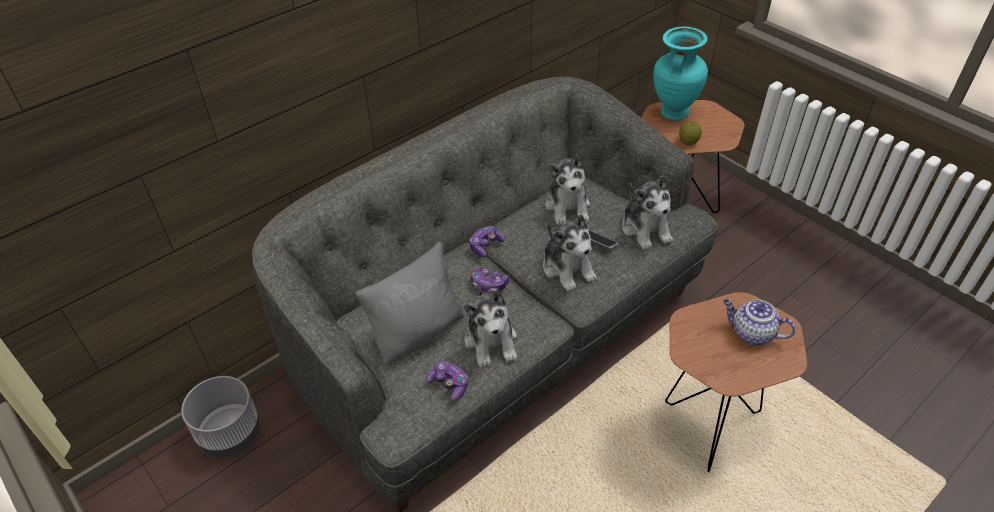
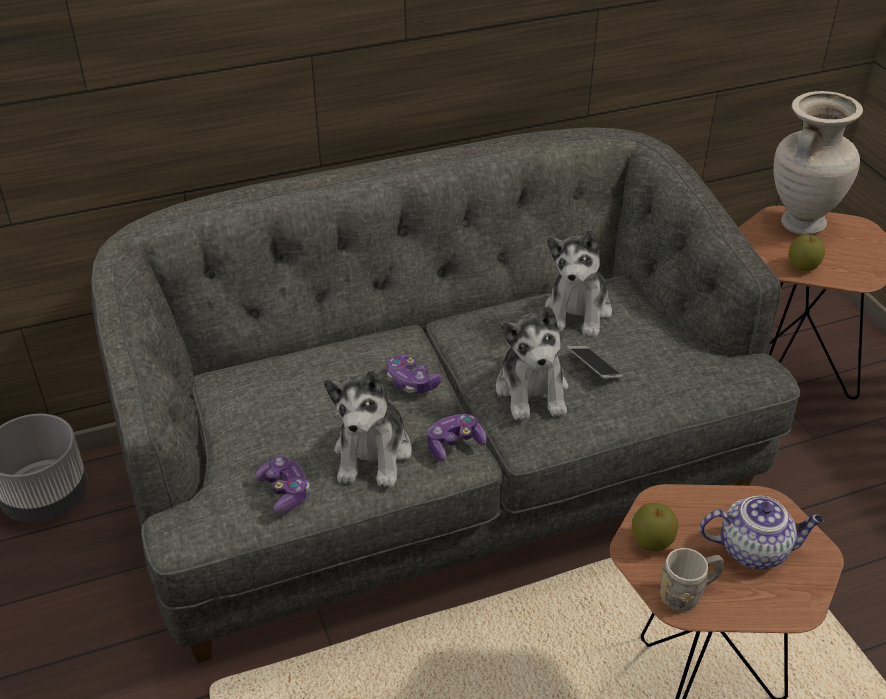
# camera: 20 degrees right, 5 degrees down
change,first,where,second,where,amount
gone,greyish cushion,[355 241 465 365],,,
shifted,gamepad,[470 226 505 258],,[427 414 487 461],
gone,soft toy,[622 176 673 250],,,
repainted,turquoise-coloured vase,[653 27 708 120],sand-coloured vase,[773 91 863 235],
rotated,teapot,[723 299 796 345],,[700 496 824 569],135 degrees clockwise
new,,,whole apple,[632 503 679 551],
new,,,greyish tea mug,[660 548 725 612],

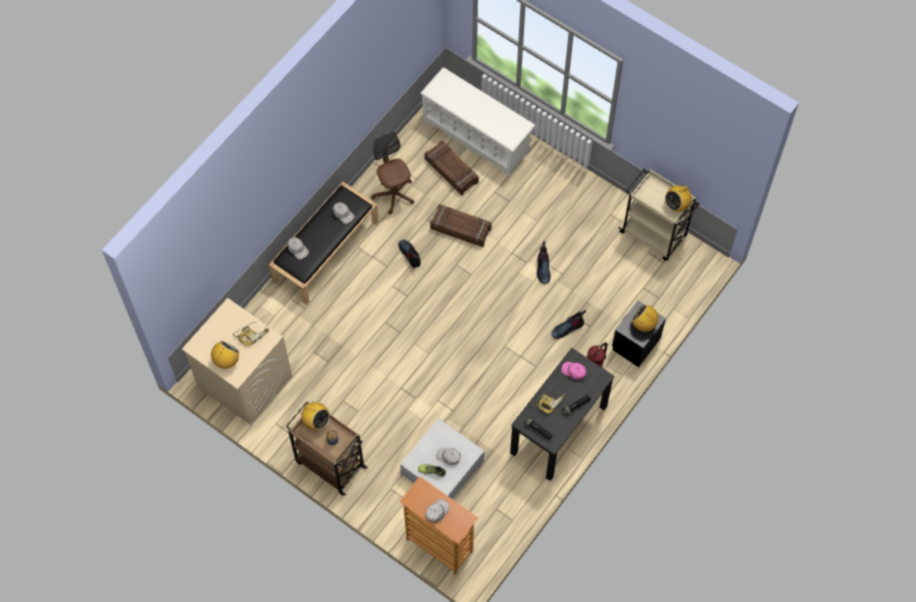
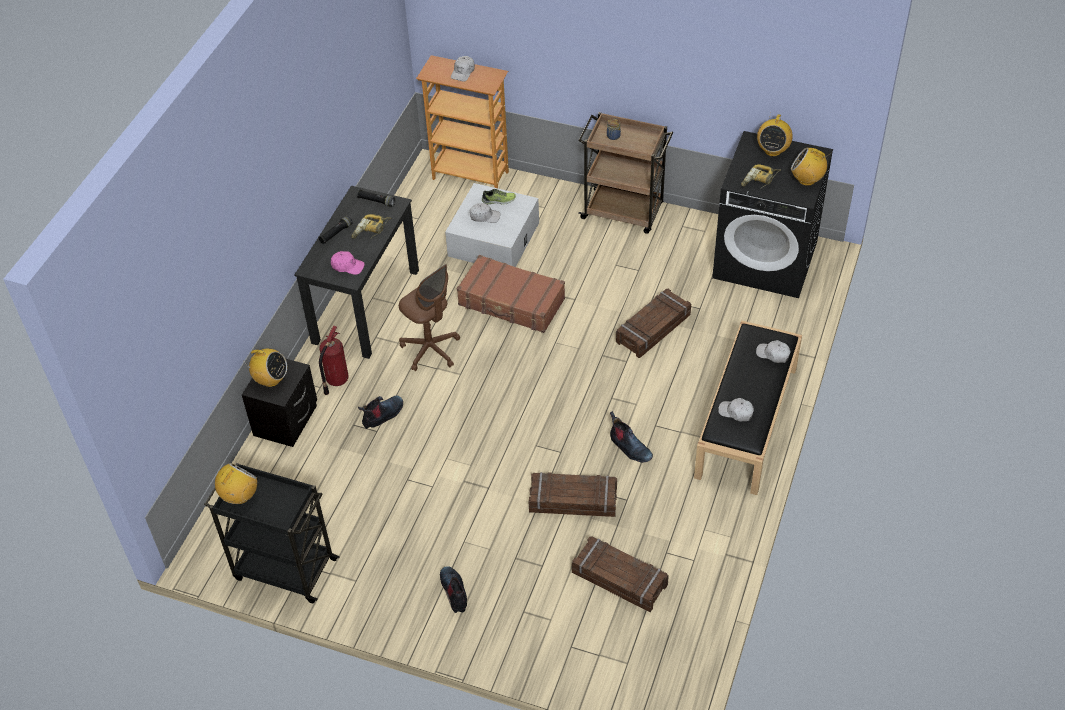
# camera: 165 degrees right, 15 degrees down
change,first,where,second,where,amount
repainted,sand-coloured washing machine,[182 298 292 425],blackish washing machine,[712 131 833 298],
shifted,radio set,[298 402 330 430],,[791 148 832 186],
shifted,brown-coloured computer chair,[371 131 414 215],,[399 264 460 371],
gone,white-coloured shoe stand,[420 67 535 176],,,
shifted,boot,[537 241 550 284],,[440 566 467 613],
repainted,sand-coloured cart,[619 169 699 261],blackish cart,[204 463 340 603],
new,,,brown-coloured travel case,[457 255 565 333],
new,,,packing crate,[616 289 691 358],

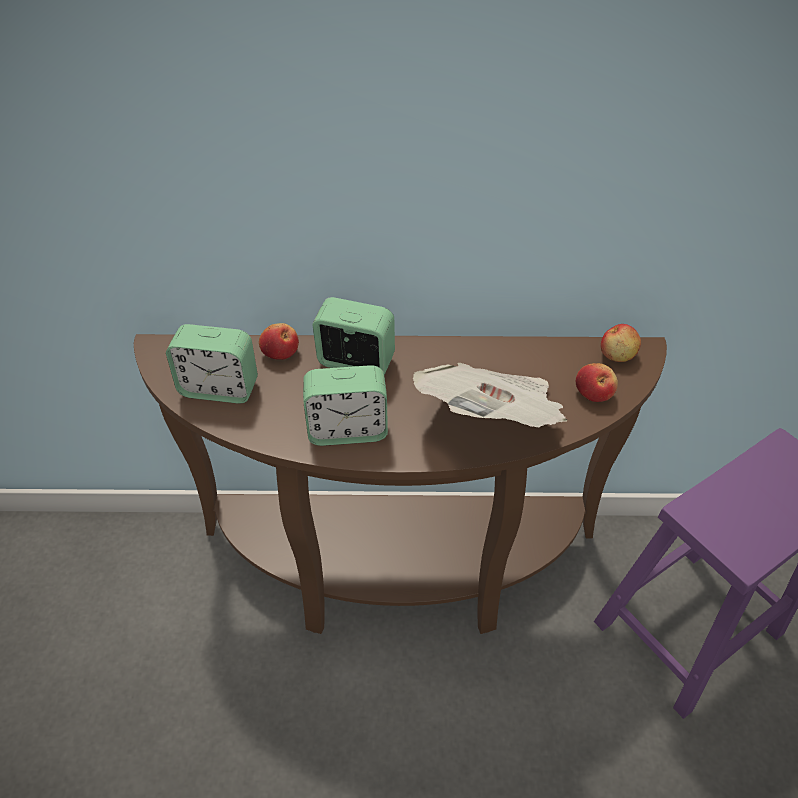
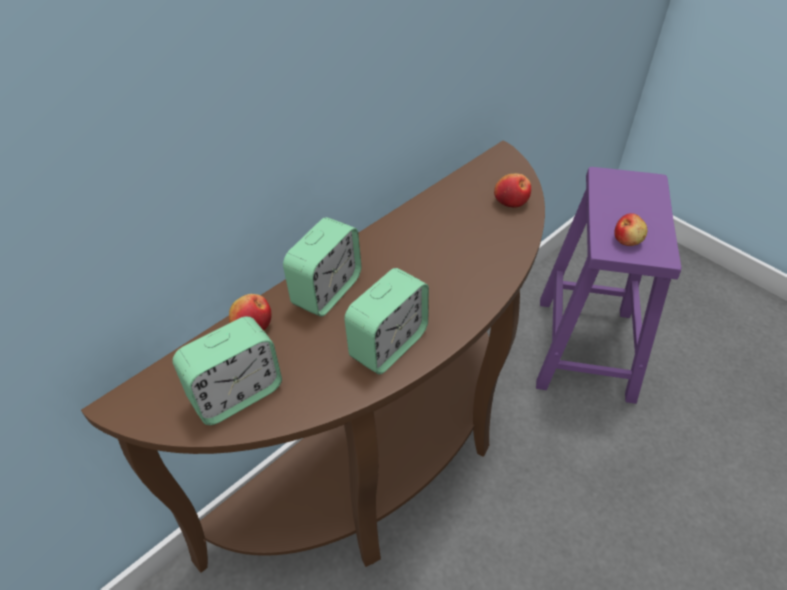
# camera: 45 degrees left, 0 degrees up
change,first,where,second,where,amount
rotated,table clock,[313 297 395 375],,[283 217 361 317],150 degrees clockwise
gone,newspaper,[413 363 567 427],,,
shifted,whole apple,[601 324 641 362],,[614 213 647 246],

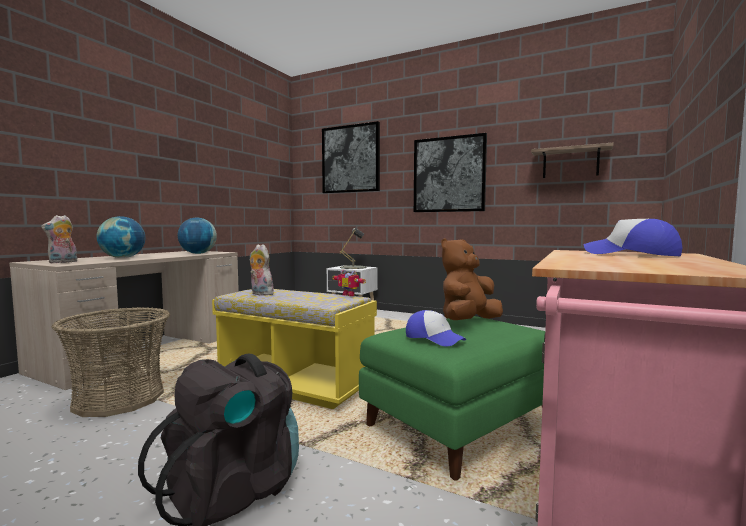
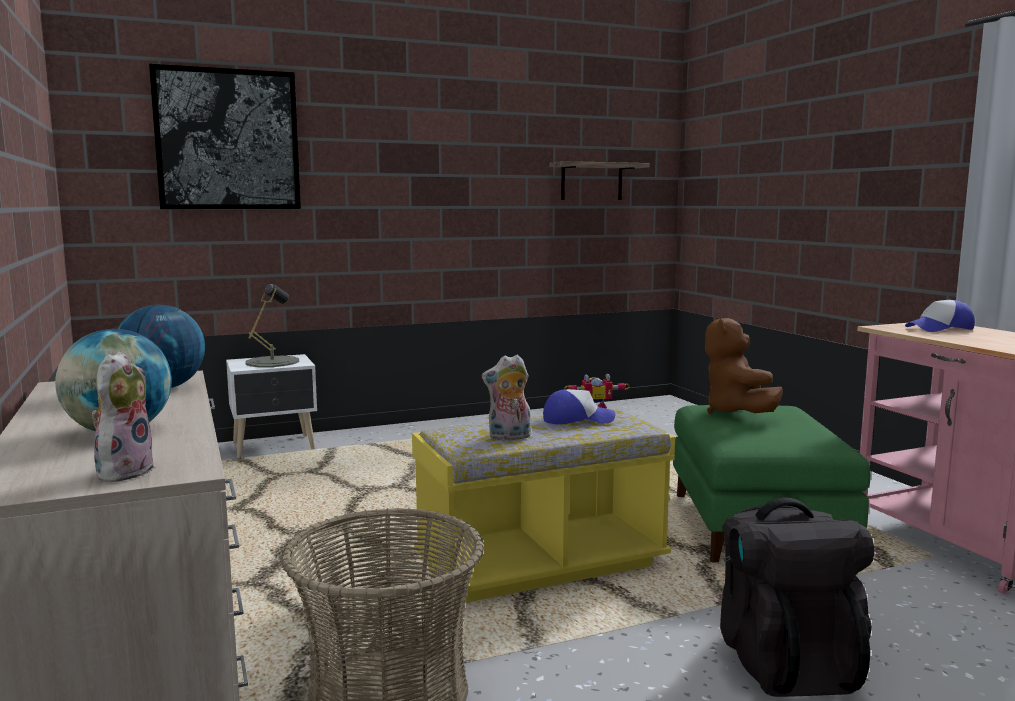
# camera: 50 degrees left, 5 degrees up
change,first,where,second,where,amount
rotated,soft toy,[41 215 77 263],,[91 352 155 482],150 degrees counterclockwise
shifted,baseball cap,[406 310 466 347],,[543 389 615 425],
gone,wall picture,[414 133 487 212],,,

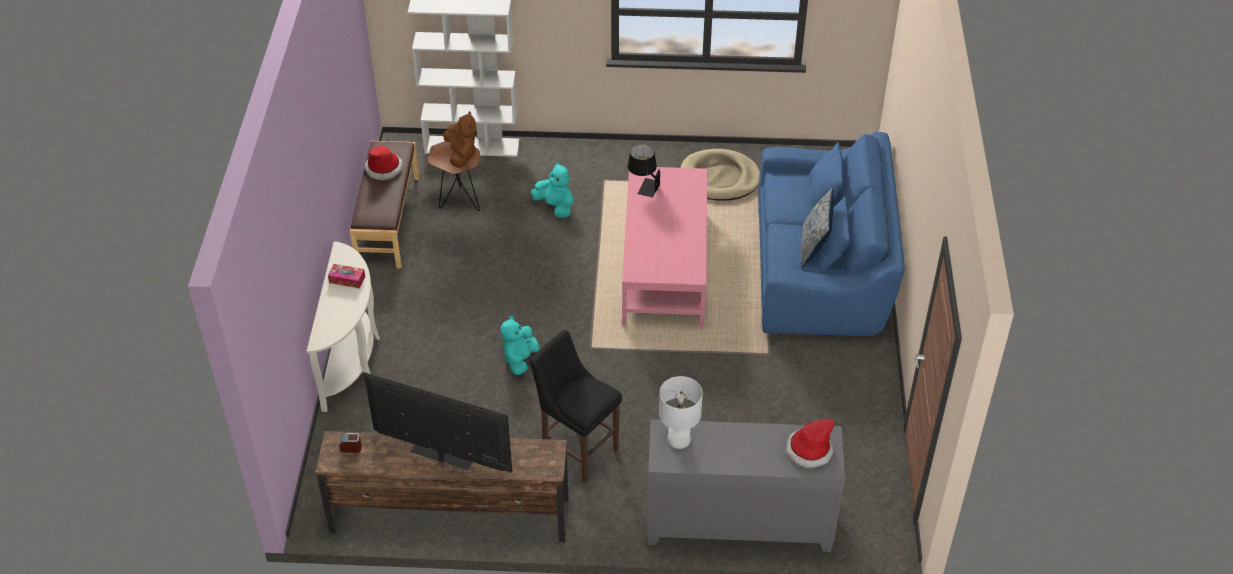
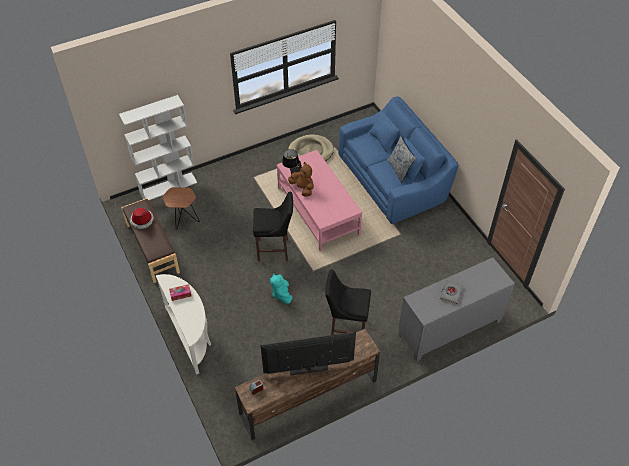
# camera: 30 degrees left, 5 degrees up
change,first,where,second,where,amount
shifted,brown-coloured soft toy,[443 111 476 168],,[288 162 314 196],
gone,turquoise-coloured soft toy,[531 162 573 218],,,
gone,white-coloured lamp for a table,[659 376 703 449],,,
gone,wearable hat,[786 418 834 468],,,
new,,,blackish stool,[253 192 293 261],
new,,,greyish book,[440 280 464 305],

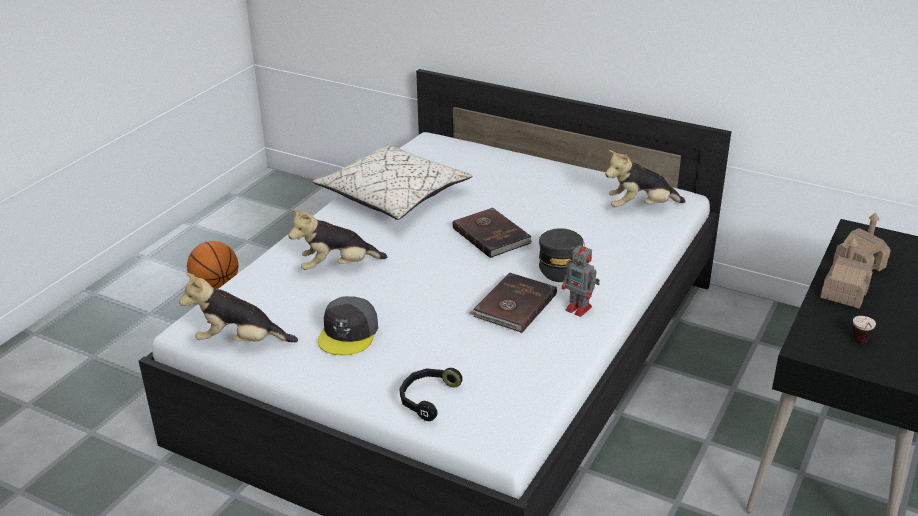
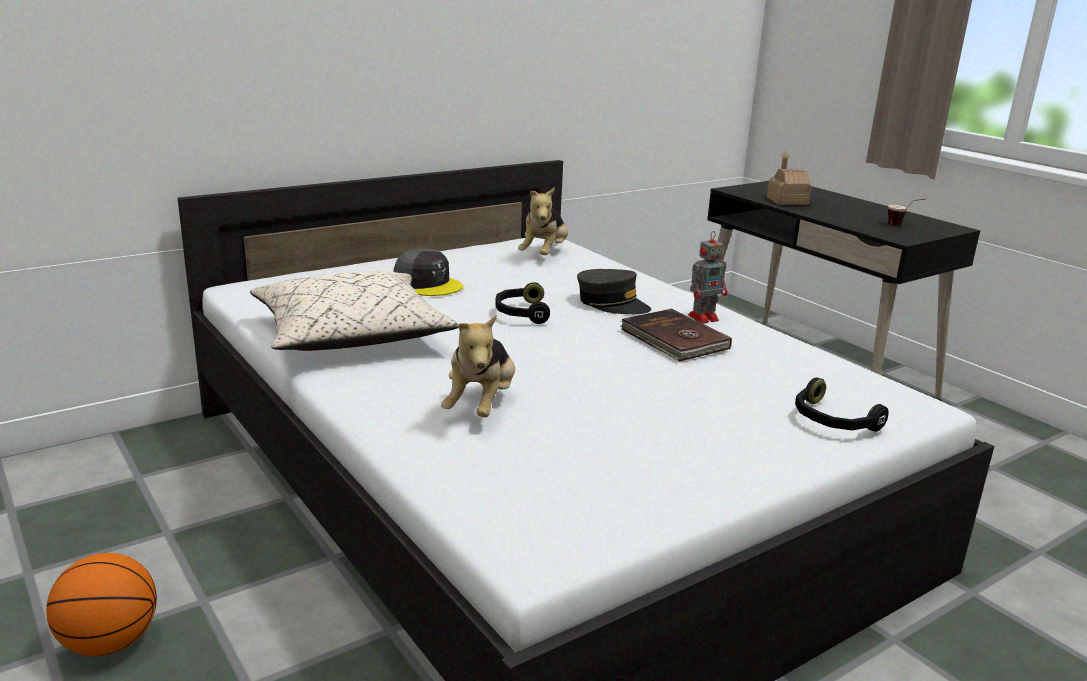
# camera: 65 degrees left, 10 degrees down
change,first,where,second,where,amount
gone,soft toy,[179 273 298 342],,,
shifted,greyish baseball cap,[318 296 378 355],,[393 248 463 296],
swapped,brown-coloured book,[452 207 532 258],blackish headset,[495 282 550 324],
gone,miniature house,[820 238 873 309],,,

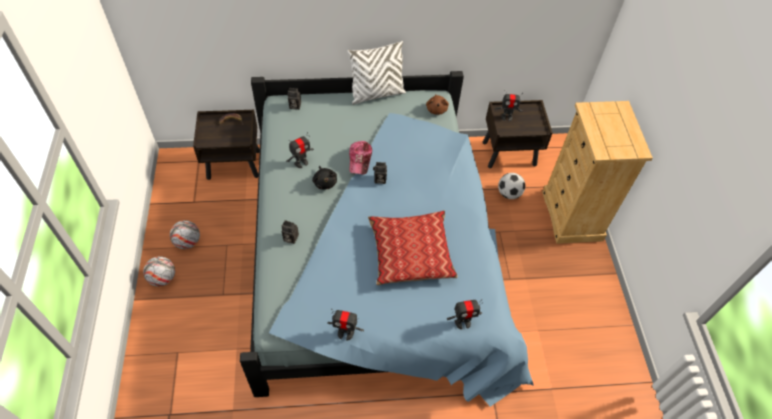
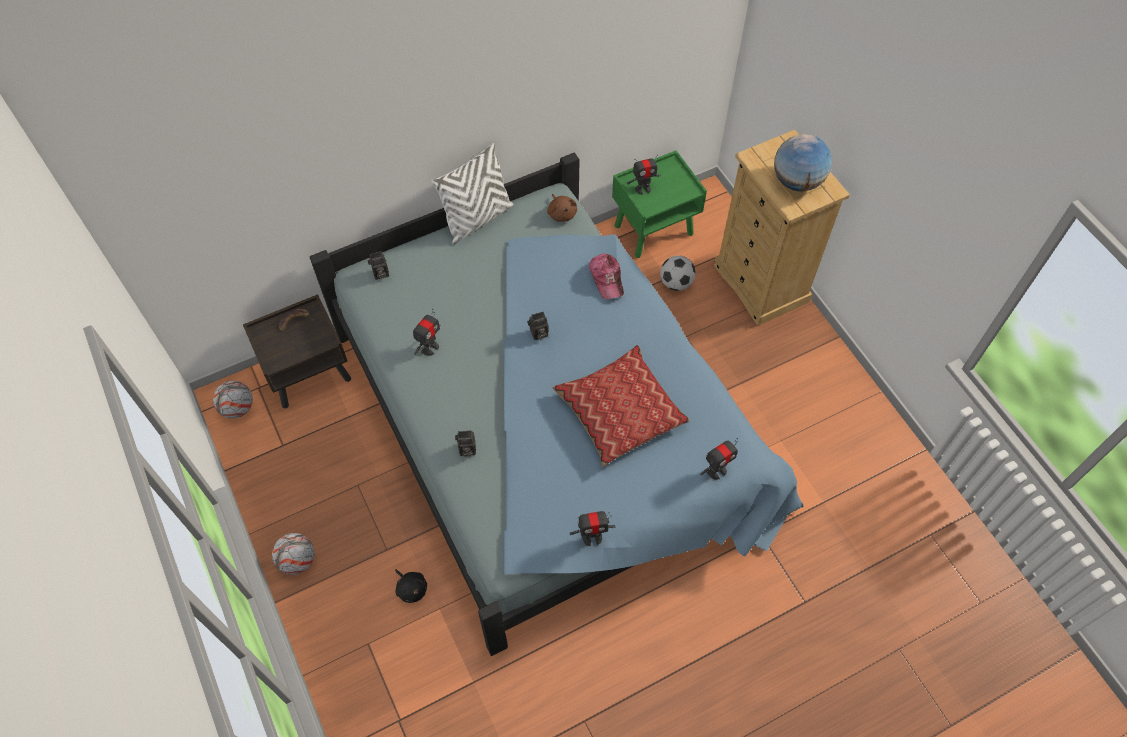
# camera: 20 degrees left, 5 degrees up
change,first,where,second,where,amount
shifted,football ball,[170 220 200 249],,[213 381 253 419],
shifted,blackish soft toy,[312 166 337 190],,[395 569 427 603],
shifted,baseball cap,[349 141 372 175],,[589 254 624 299],
repainted,brown-coloured night table,[483 100 553 168],green-coloured night table,[612 150 707 258],
new,,,desk globe,[774 134 832 191],

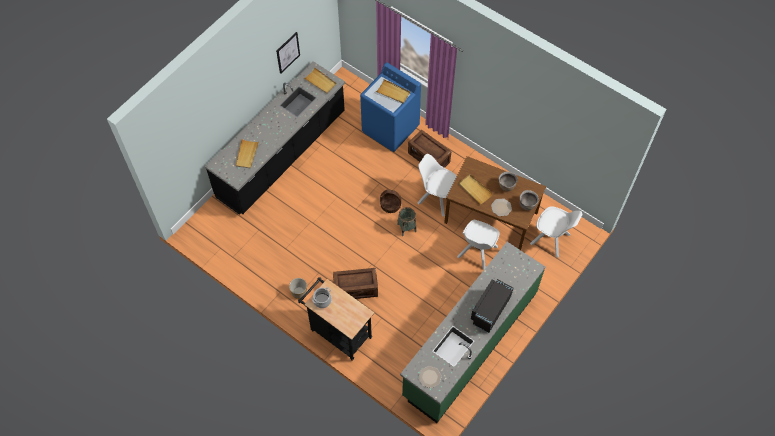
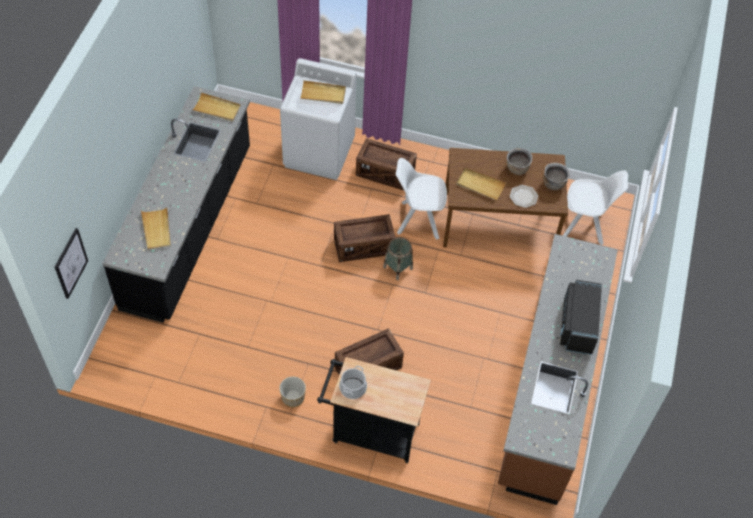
# camera: 25 degrees left, 5 degrees down
change,first,where,second,where,amount
shifted,wall picture,[276 32 300 74],,[55 228 88 299],
repainted,blue-coloured washing machine,[360 62 421 152],white-coloured washing machine,[280 58 357 180],
swapped,household basket,[380 189 401 213],packing crate,[334 214 396 262],
repainted,green-coloured kitchen base unit,[400 242 546 423],brown-coloured kitchen base unit,[498 234 618 505],
gone,plate,[418 366 442 388],,,
gone,white-coloured upright chair,[457 220 500 270],,,

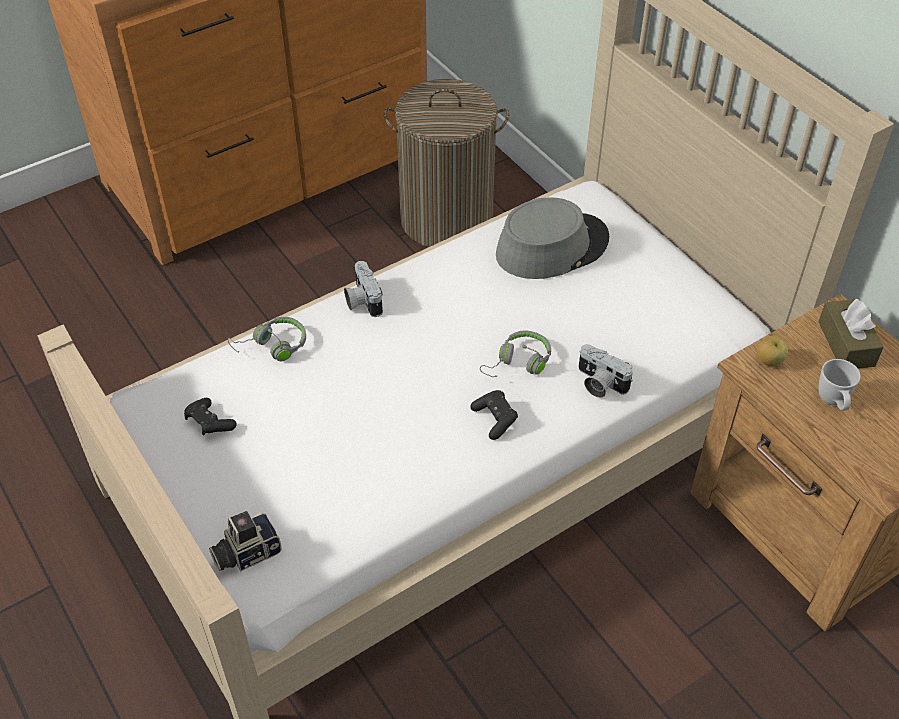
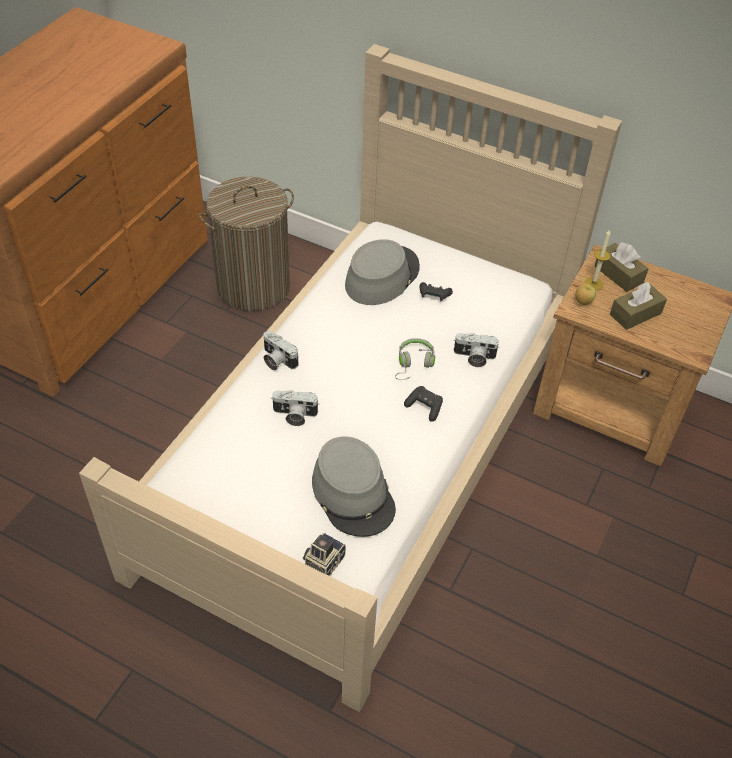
# camera: 30 degrees left, 0 degrees up
change,first,where,second,where,amount
shifted,blackish gamepad,[184 398 237 435],,[419 282 453 302],
gone,greyish headset,[228 317 306 361],,,
swapped,white-coloured tea mug,[818 359 861 410],brown-coloured tissue box,[610 282 667 330],
new,,,still camera,[271 390 319 426],
new,,,greyish wearable hat,[312 436 396 537],
new,,,wax candle,[585 229 611 290],

